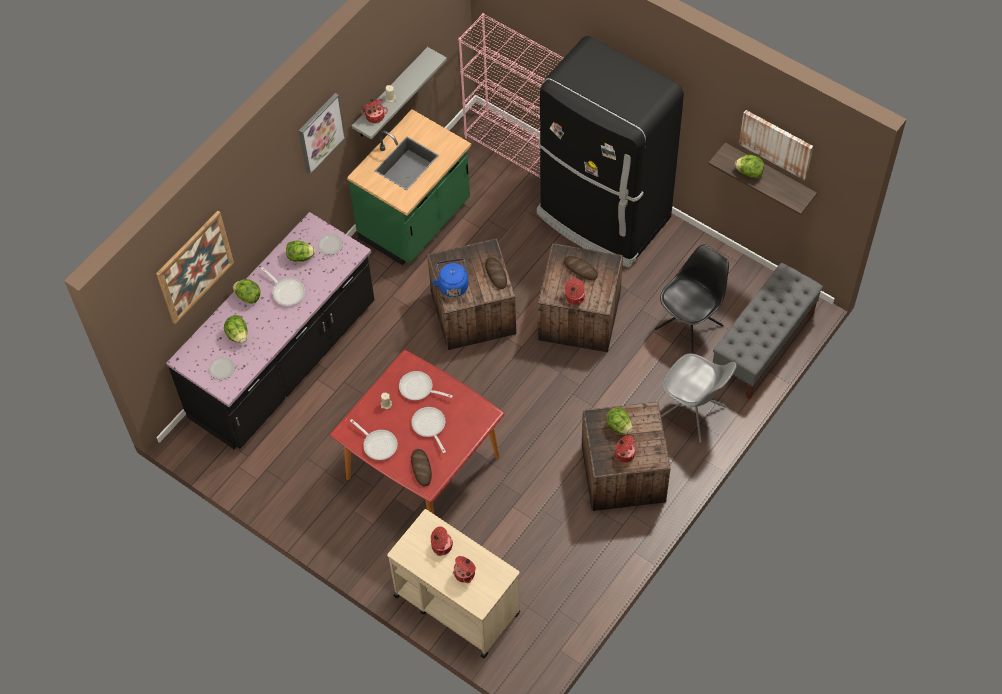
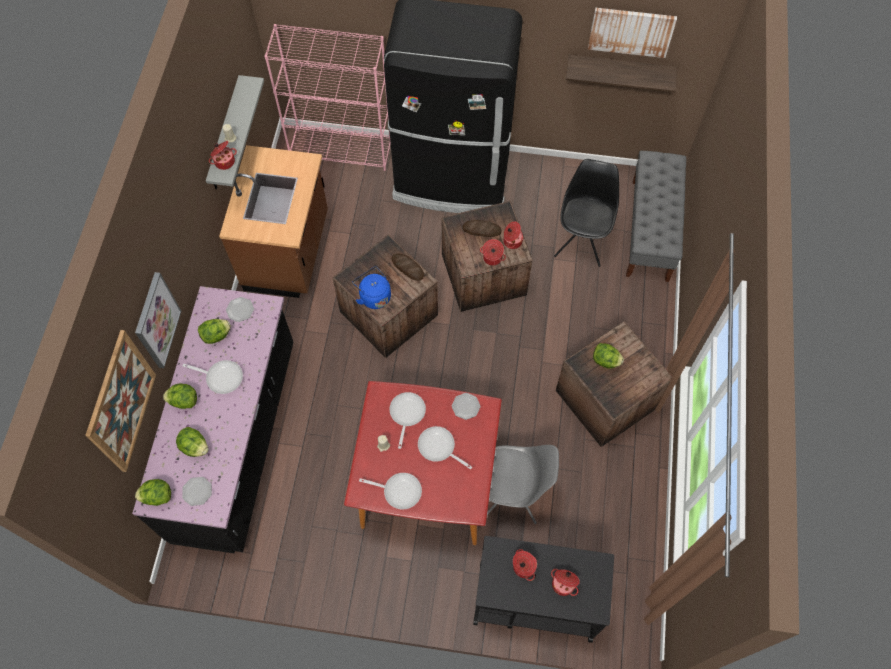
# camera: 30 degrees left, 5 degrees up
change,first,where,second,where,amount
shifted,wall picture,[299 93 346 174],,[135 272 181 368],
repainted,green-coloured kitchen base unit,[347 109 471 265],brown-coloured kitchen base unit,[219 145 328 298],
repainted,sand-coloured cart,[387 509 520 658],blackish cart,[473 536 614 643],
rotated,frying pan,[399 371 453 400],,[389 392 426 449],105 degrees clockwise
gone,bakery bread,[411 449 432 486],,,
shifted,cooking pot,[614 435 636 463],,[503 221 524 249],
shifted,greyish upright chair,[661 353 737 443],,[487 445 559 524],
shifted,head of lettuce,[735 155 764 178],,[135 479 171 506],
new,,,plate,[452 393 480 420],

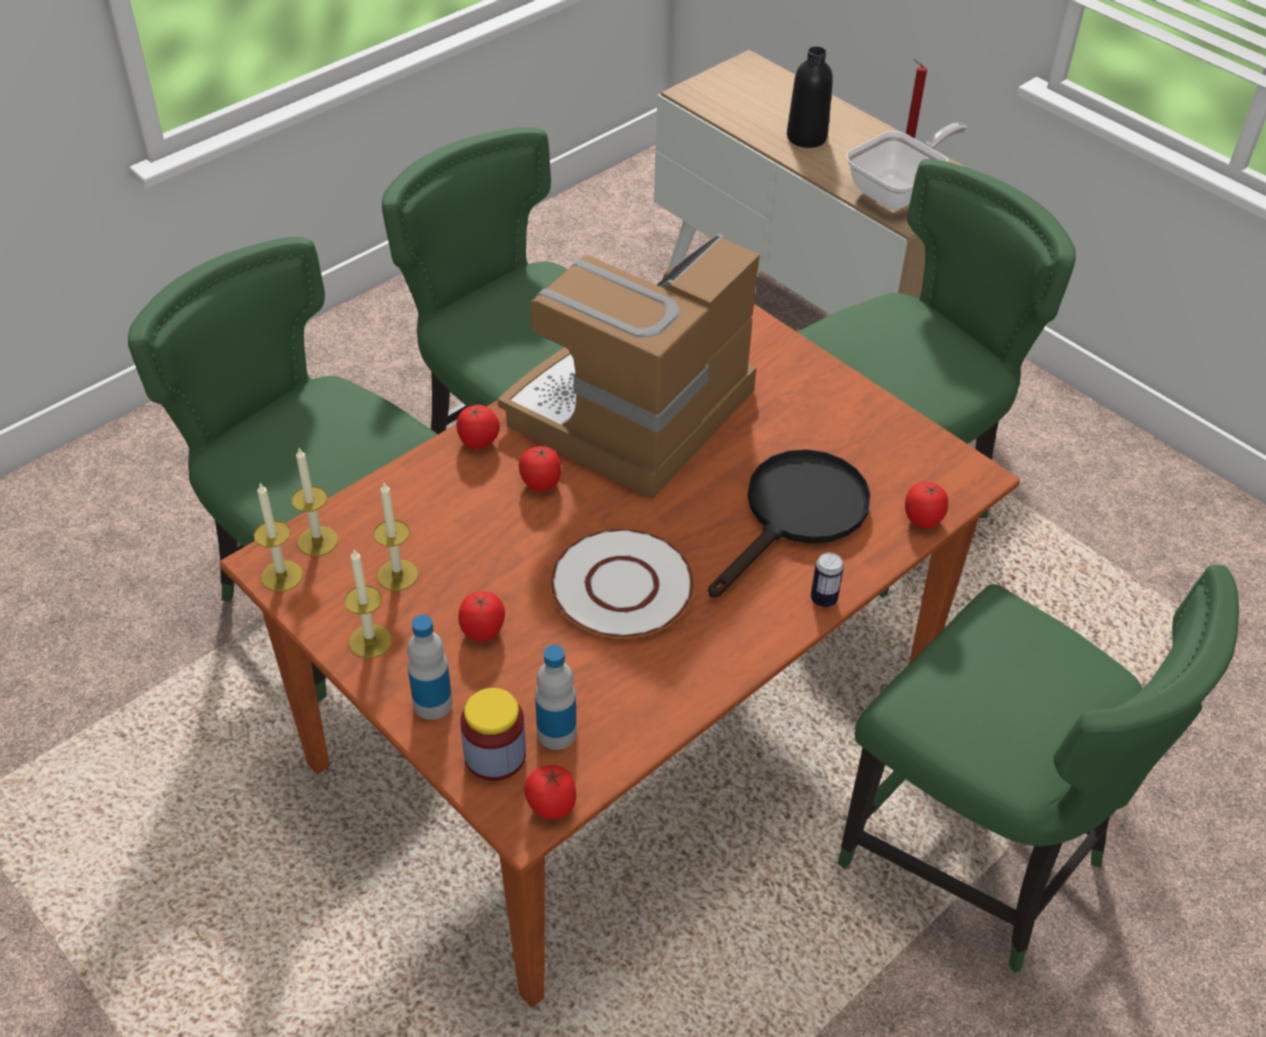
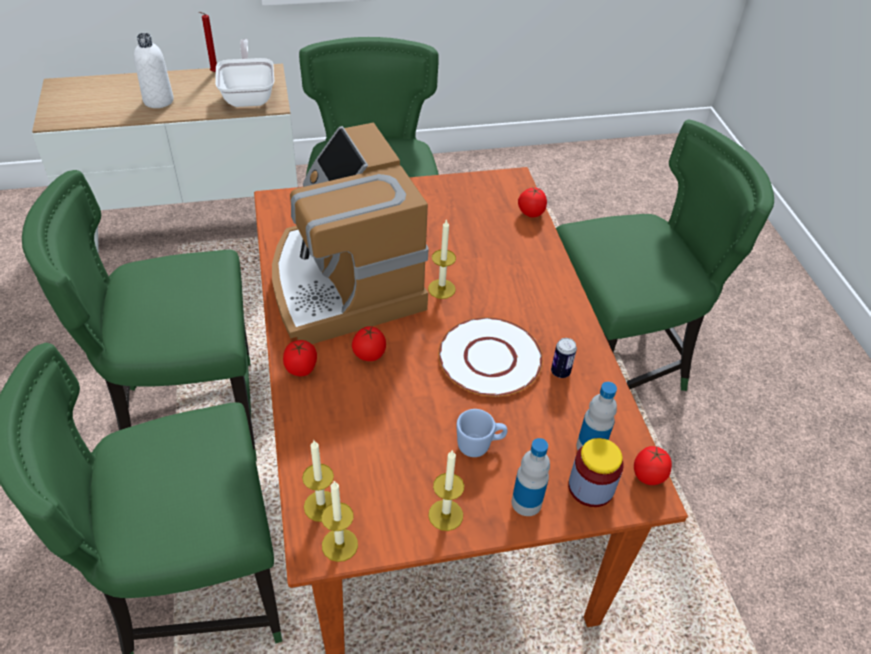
# camera: 60 degrees left, 0 degrees up
change,first,where,second,where,amount
shifted,wax candle,[373 483 418 591],,[428 219 456 299],
swapped,tomato,[458 591 505 641],blue-coloured tea mug,[456 409 507 457],
gone,blackish frying pan,[708 449 871 597],,,
repainted,blackish beverage bottle,[787 46 833 148],white-coloured beverage bottle,[134 33 174 108],
shifted,metal can,[811 552 844 607],,[551 338 577 378],

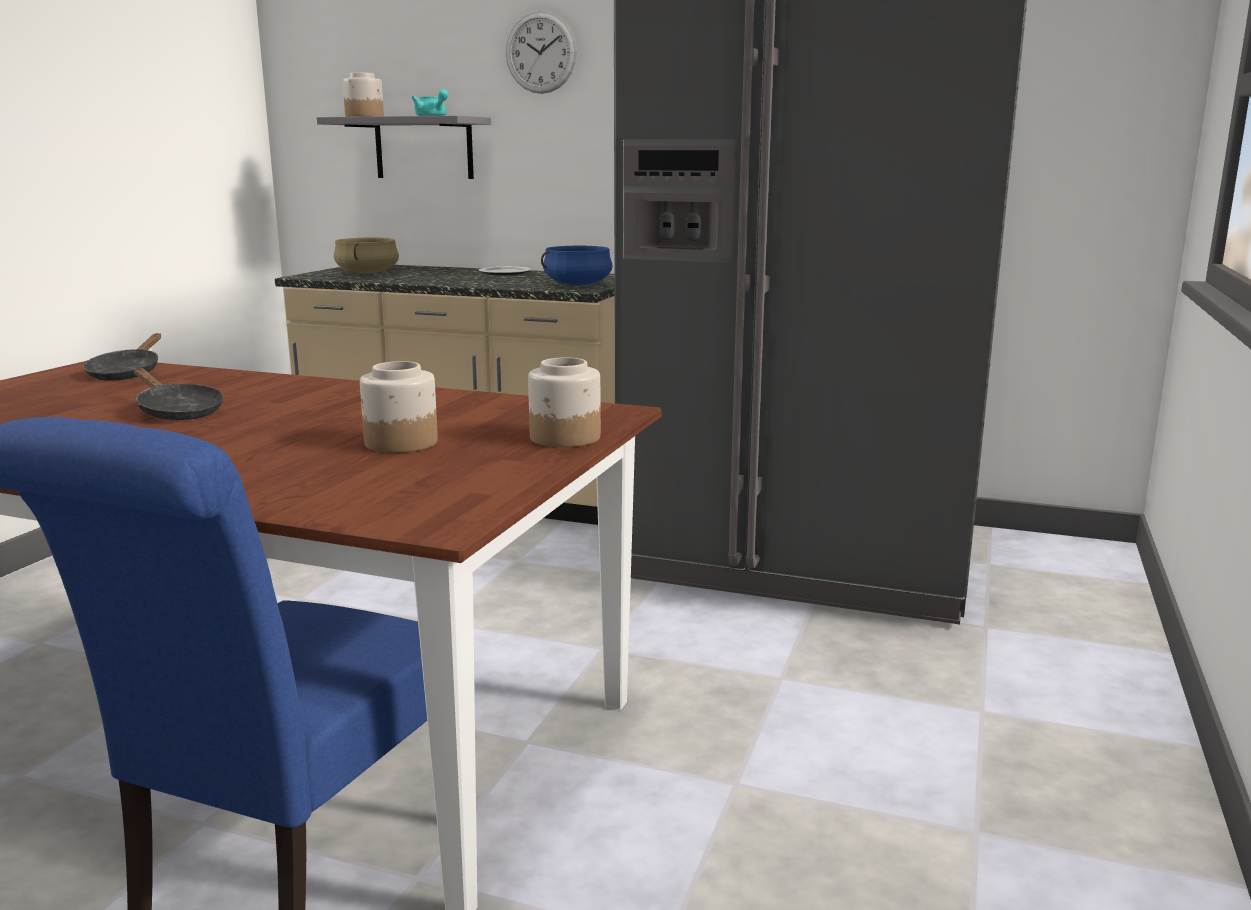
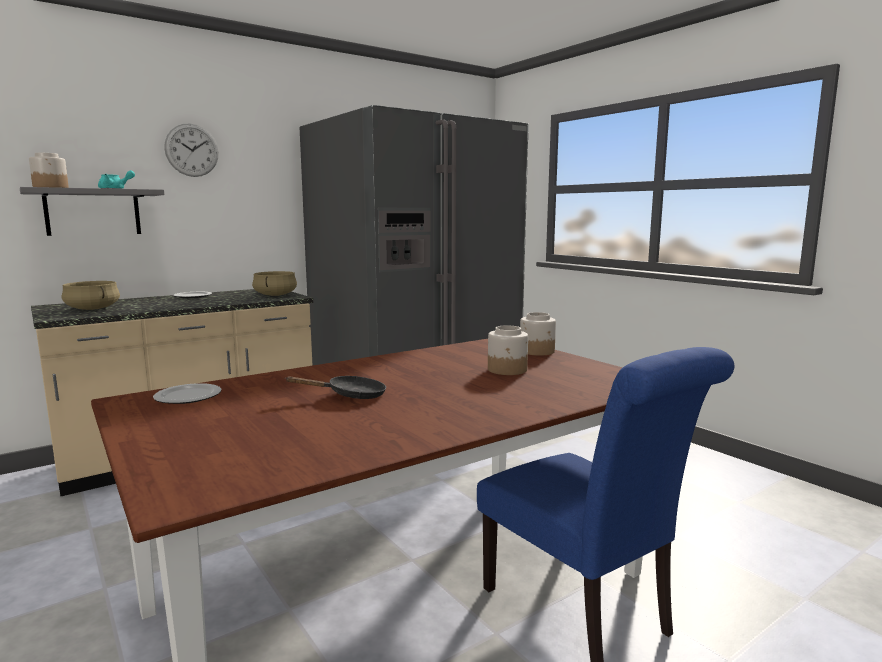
# camera: 55 degrees left, 5 degrees down
change,first,where,second,where,amount
swapped,blackish frying pan,[83 333 161 381],plate,[153 383 221 404],
repainted,blue-coloured cooking pot,[541 246 613 285],sand-coloured cooking pot,[252 271 297 296],

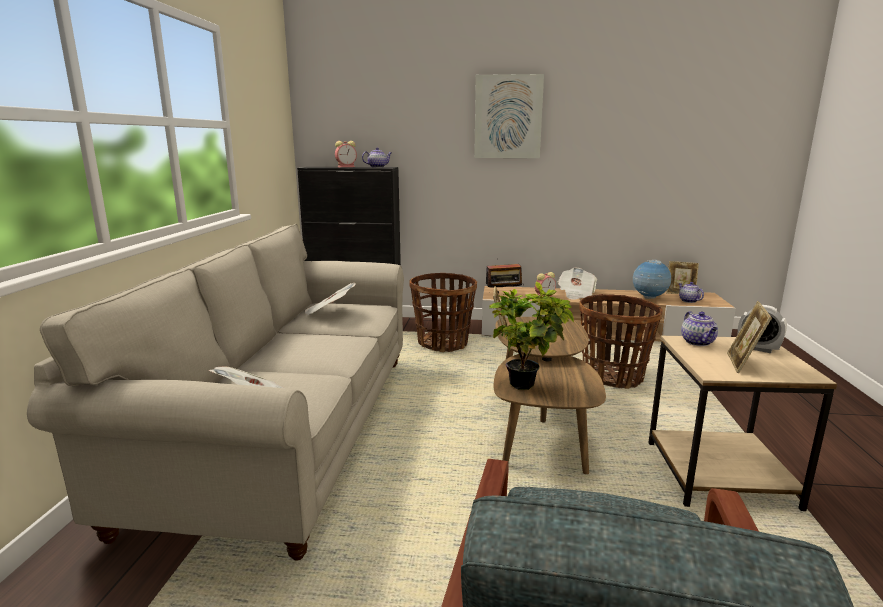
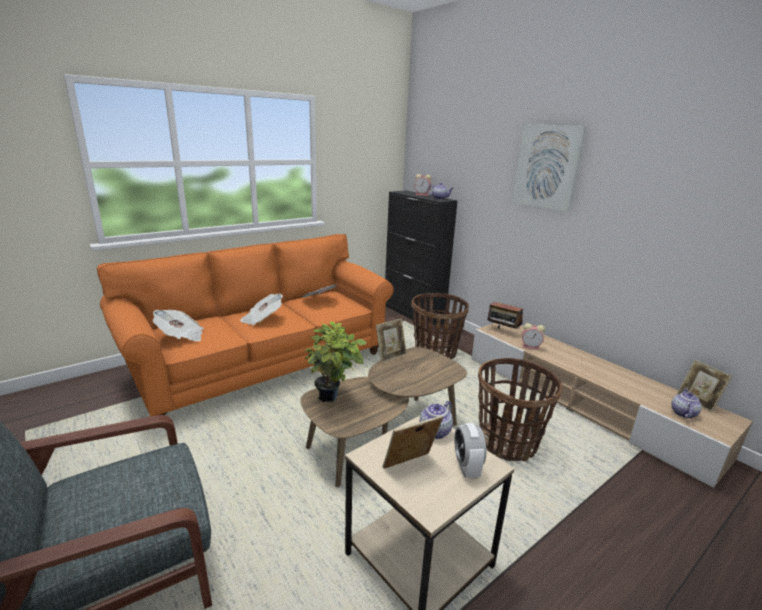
# camera: 45 degrees right, 5 degrees up
change,first,where,second,where,amount
repainted,sand-coloured settee,[27 224 404 561],orange-coloured settee,[97 234 393 416],
shifted,newspaper,[558 268 597 300],,[240 294 283 326],
gone,desk globe,[633 260 671 299],,,

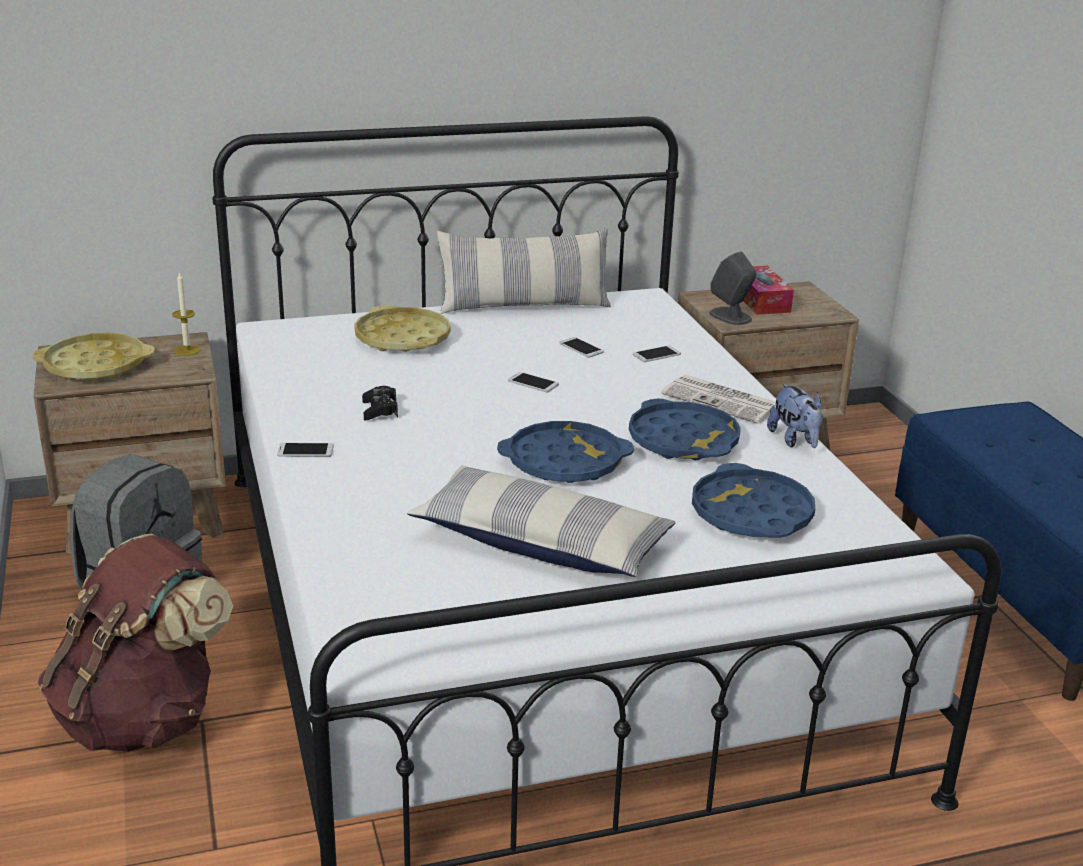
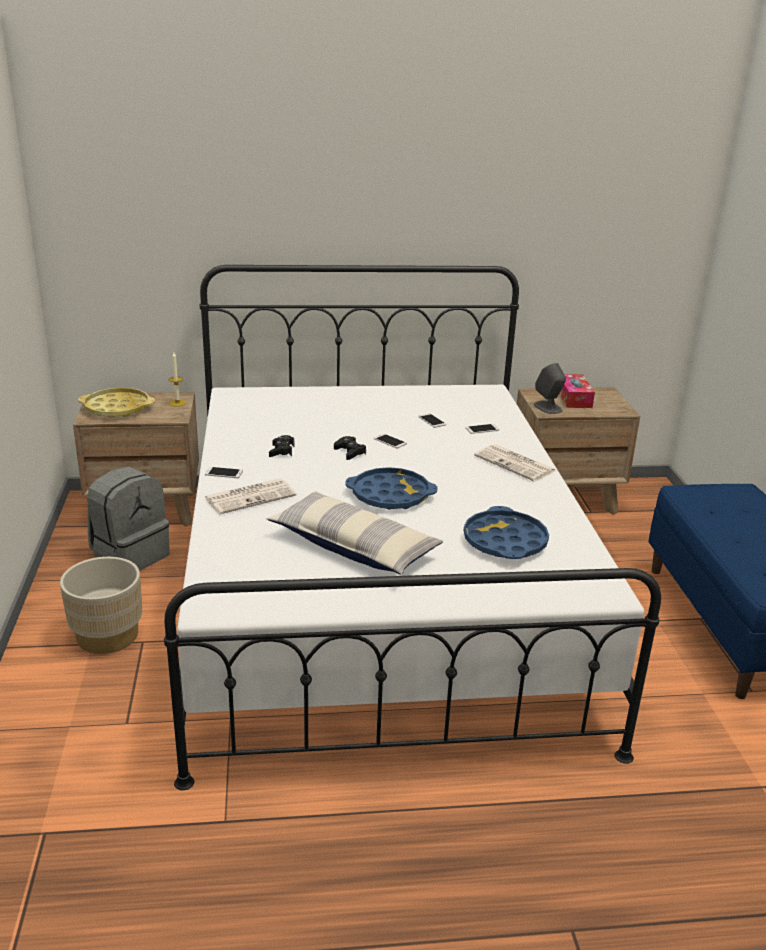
# camera: 10 degrees right, 0 degrees up
change,first,where,second,where,amount
swapped,brown-coloured knapsack,[38 534 233 752],sand-coloured flower pot,[60 557 142 654],
gone,yellow carrying tray,[354 305 451 352],,,
gone,cushion,[437 228 611 314],,,
gone,blue-coloured carrying tray,[629 399 741 460],,,
gone,soft toy,[767 383 823 448],,,
new,,,newspaper,[204 478 296 514],
new,,,blackish gamepad,[334 436 366 460],

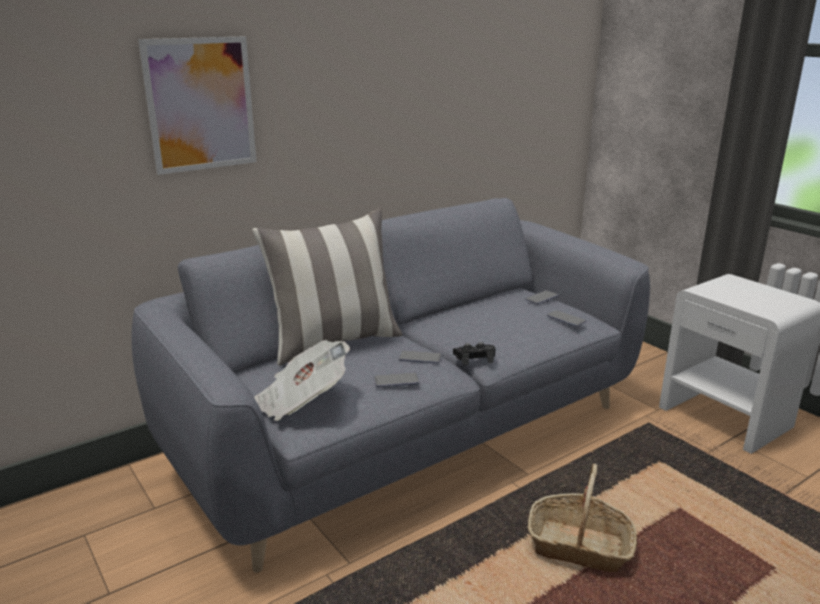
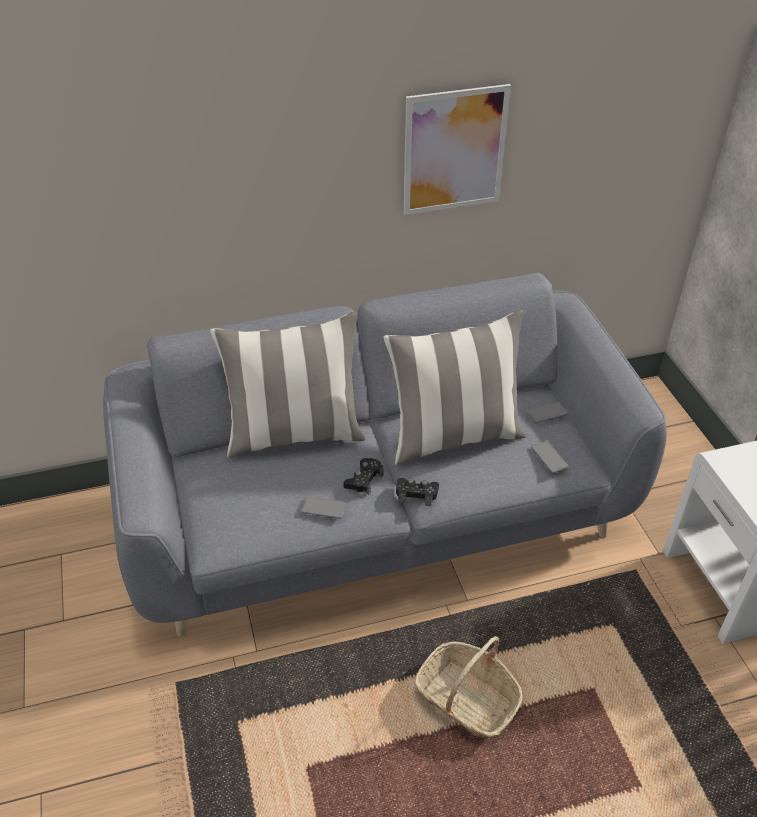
# camera: 20 degrees right, 20 degrees up
change,first,where,second,where,amount
shifted,wall picture,[138 36 257 175],,[404 84 511 215],
gone,newspaper,[254 340 350 421],,,
swapped,telephone,[399 350 441 364],blackish gamepad,[343 458 384 495],
new,,,cushion,[383 309 526 465],

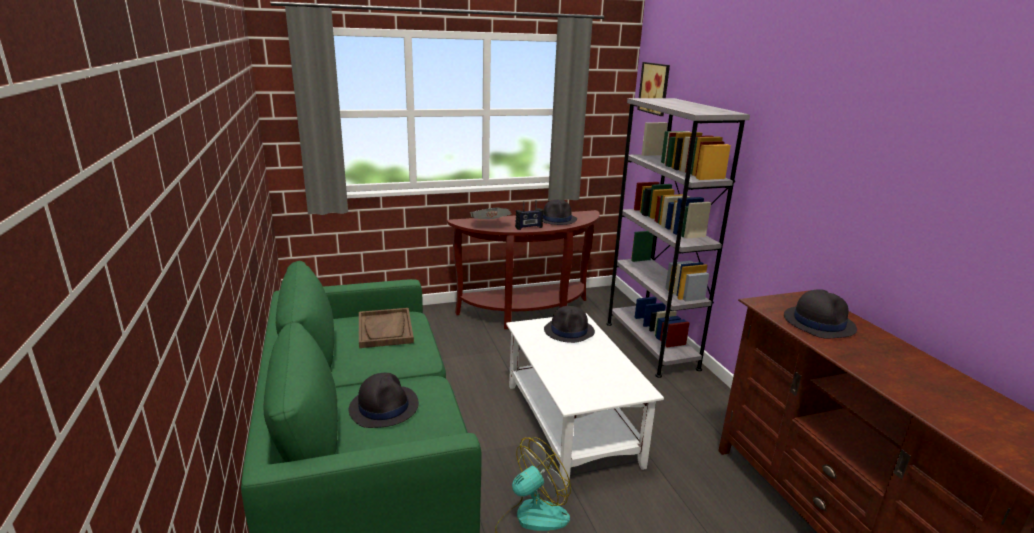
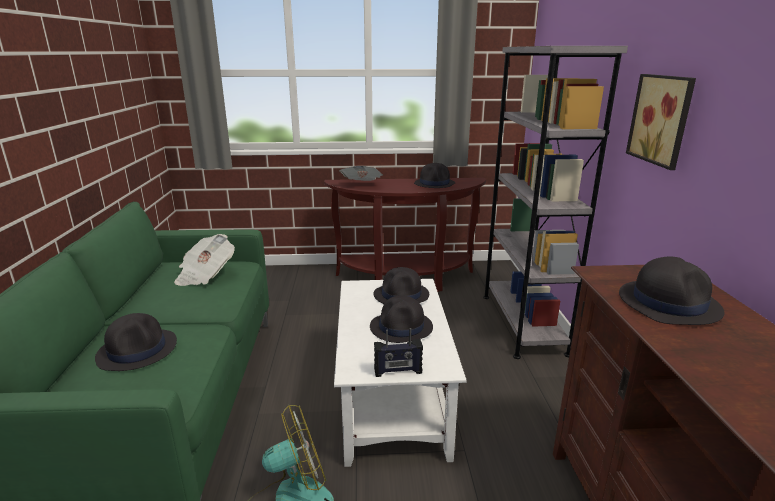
# camera: 15 degrees right, 0 degrees up
change,first,where,second,where,amount
swapped,brown-coloured carrying tray,[359 308 414 348],newspaper,[174 234 235 286],
shifted,radio set,[515 200 543 230],,[374 328 423 377],
shifted,wall picture,[637 62 670 116],,[626 74 696 170],
new,,,blackish wearable hat,[370 296 433 343],

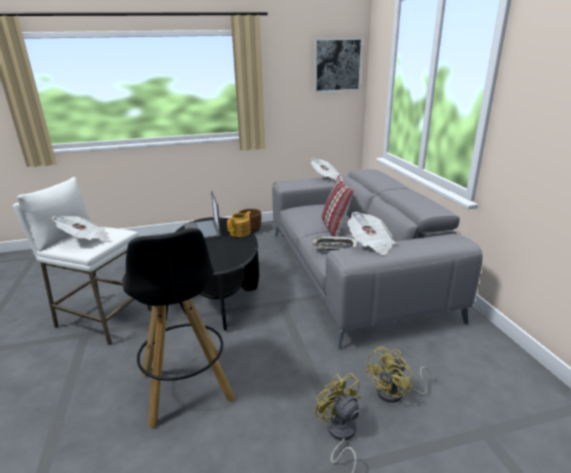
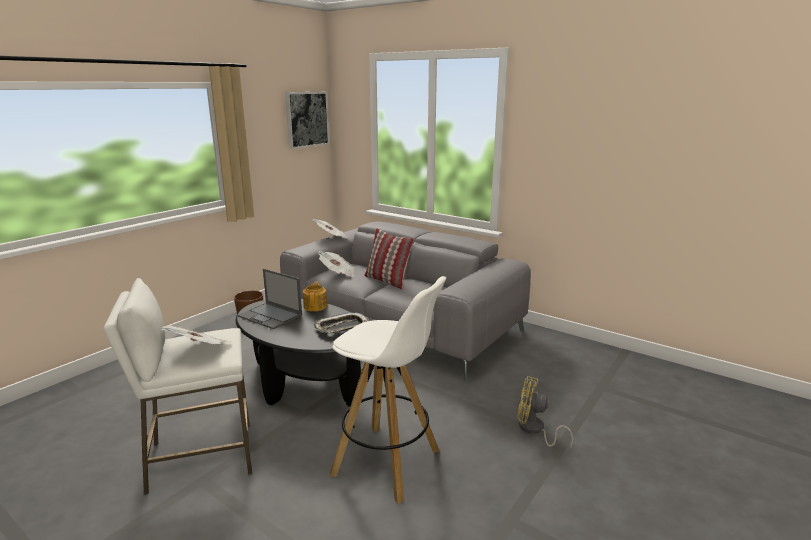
# camera: 40 degrees left, 5 degrees down
change,first,where,second,where,amount
repainted,blackish stool,[122 228 236 427],white-coloured stool,[330 276 446 504],
shifted,carrying tray,[311 236 359 250],,[314 312 370 333],
shifted,newspaper,[347 212 395 255],,[318 251 354 277],
gone,yellow fan,[364 346 433 403],,,

